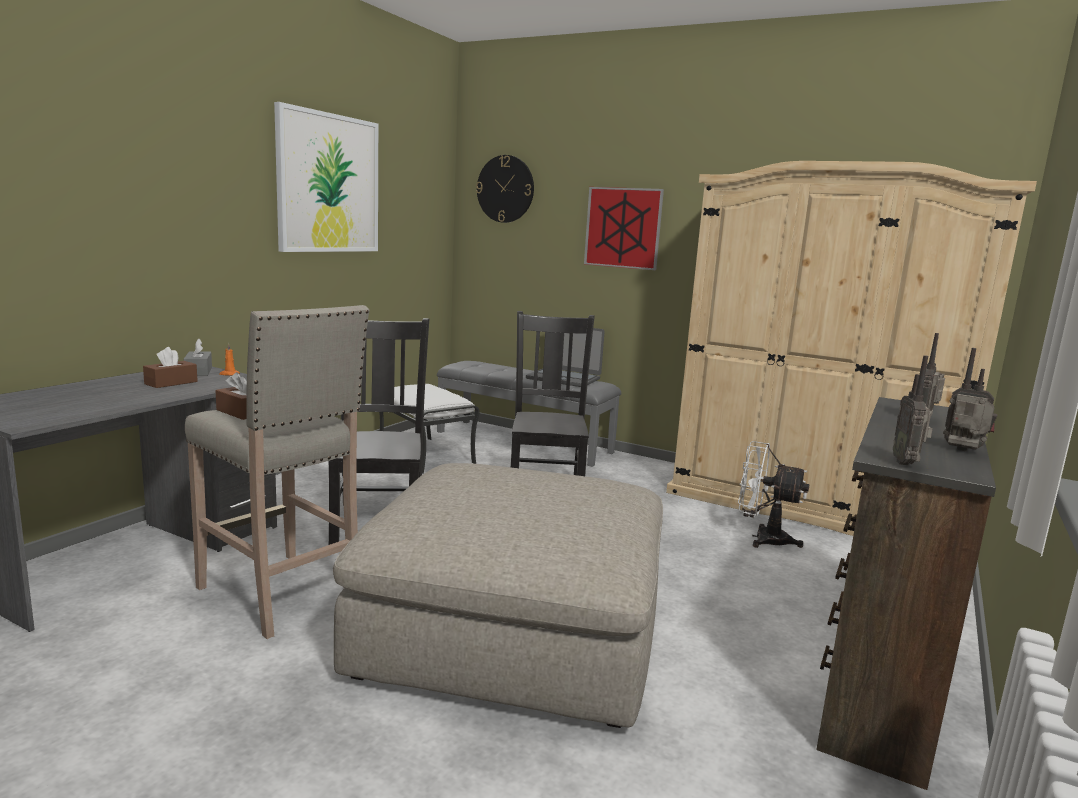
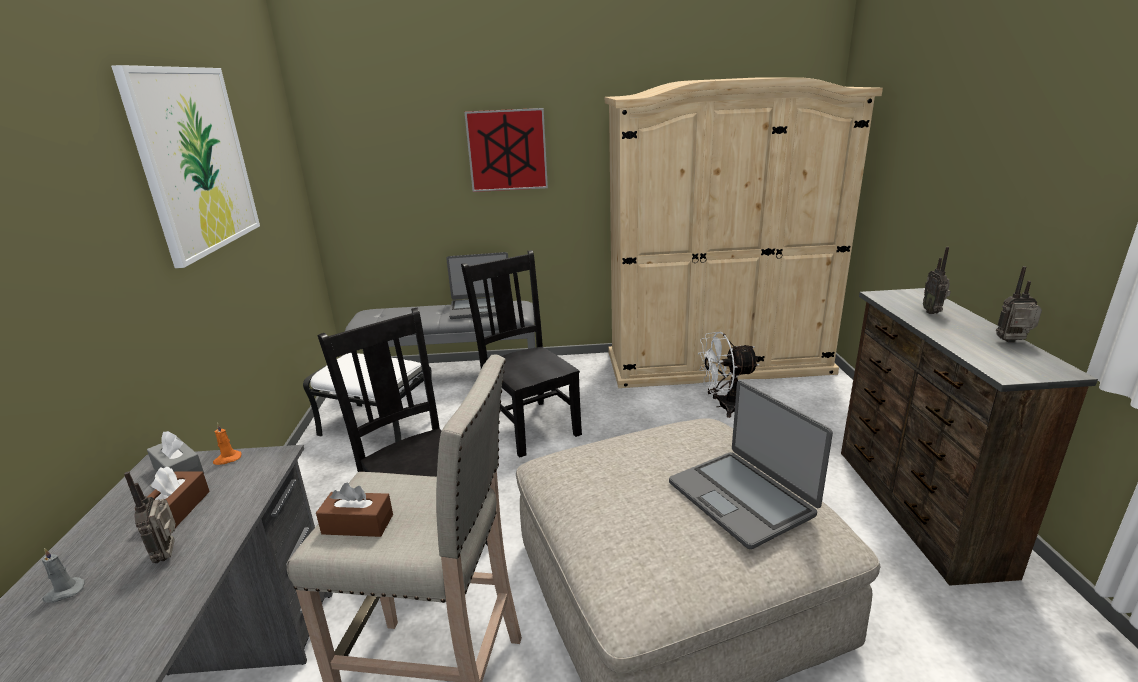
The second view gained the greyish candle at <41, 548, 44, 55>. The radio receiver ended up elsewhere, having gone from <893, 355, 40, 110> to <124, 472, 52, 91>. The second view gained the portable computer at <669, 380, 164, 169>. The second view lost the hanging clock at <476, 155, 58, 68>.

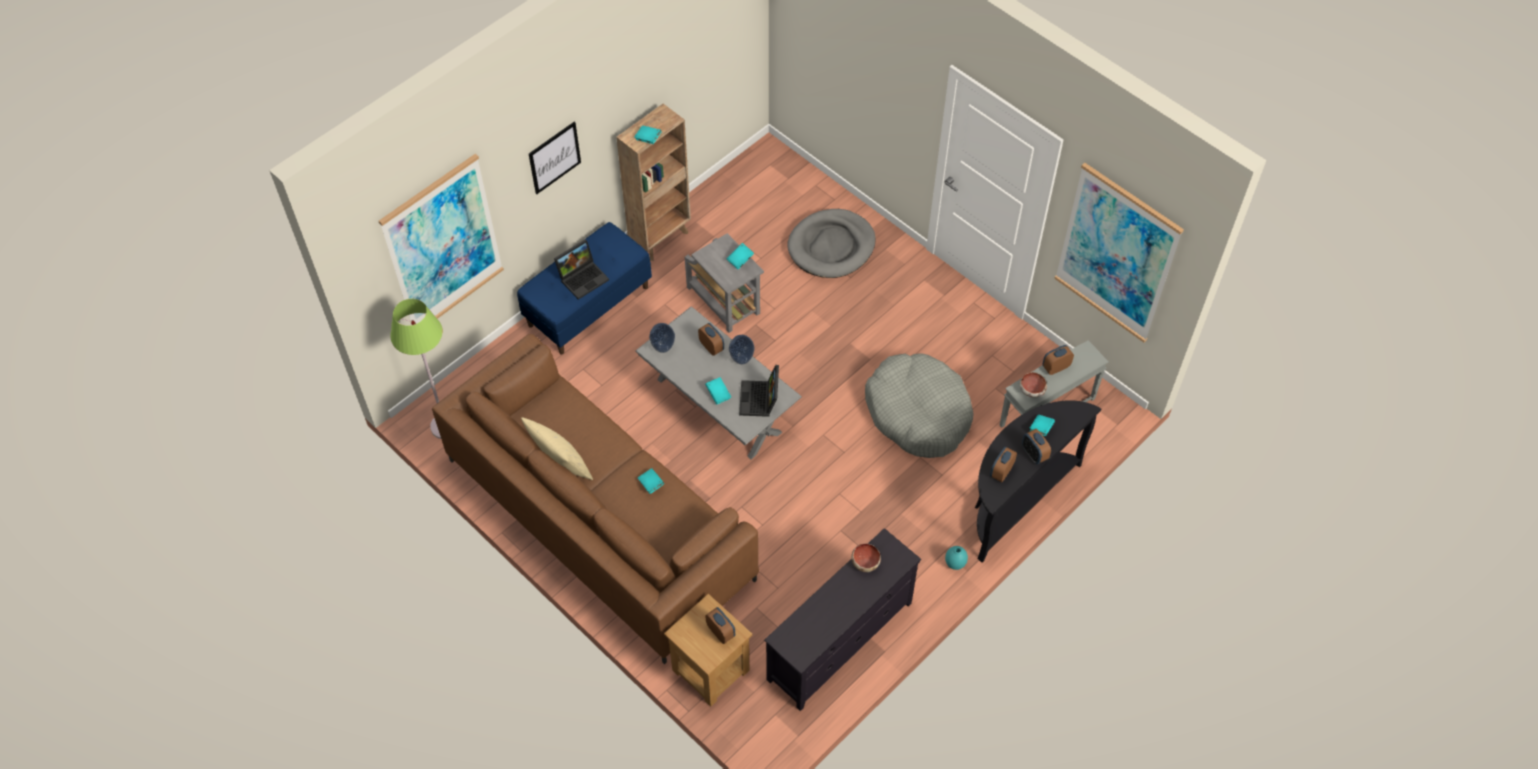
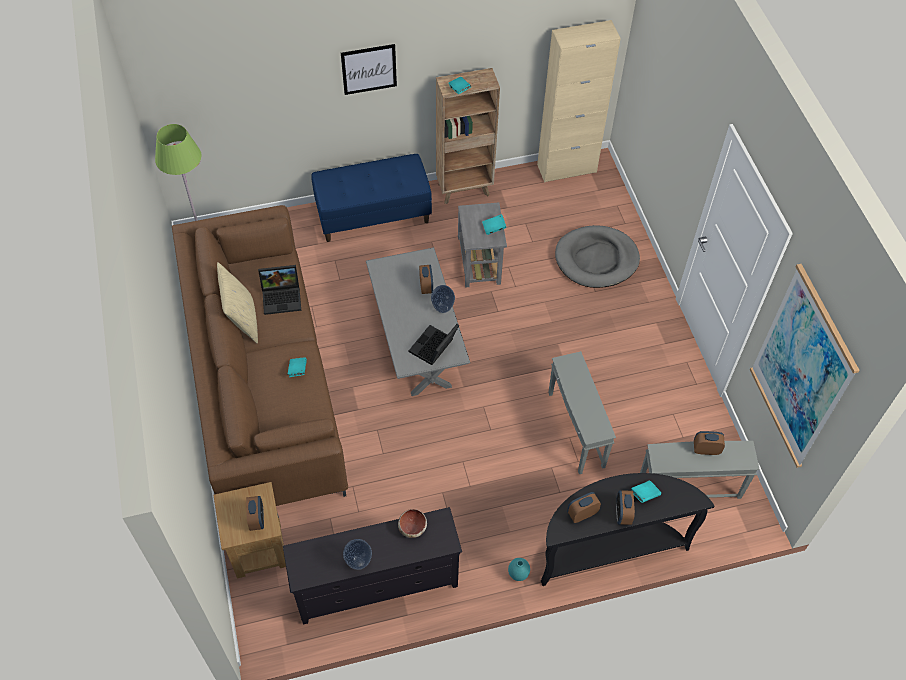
The portable computer ended up elsewhere, having gone from <554, 239, 55, 61> to <258, 265, 43, 50>. The flower vase ended up elsewhere, having gone from <649, 323, 26, 30> to <343, 539, 29, 31>. The second view gained the beige cupboard at <537, 20, 84, 163>. Where the greyish dog cushion stood at <865, 354, 109, 104>, the greyish end table came to stand at <548, 351, 68, 123>. The second view lost the wall picture at <379, 154, 125, 170>. The second view lost the turquoise volume at <705, 377, 26, 28>. The second view lost the bowl at <1020, 372, 27, 25>.

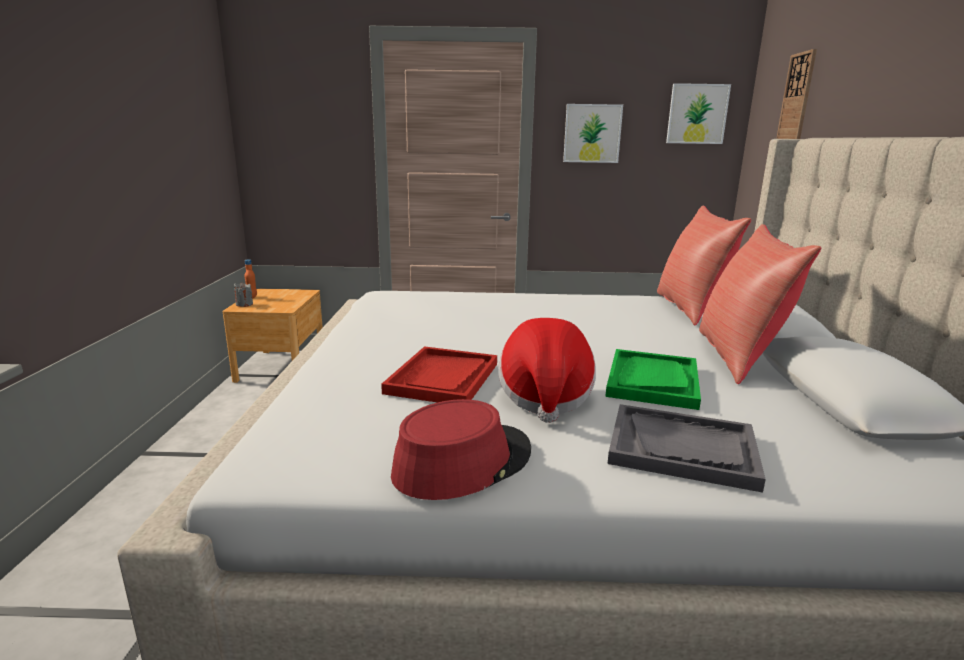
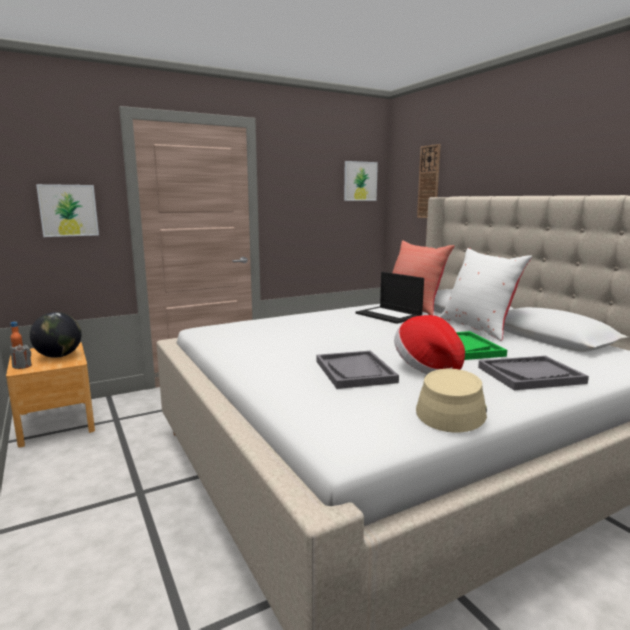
The second view gained the world globe at <30, 312, 51, 46>. The wall picture ended up elsewhere, having gone from <563, 104, 60, 59> to <36, 184, 63, 53>. What was the reddish serving tray at <381, 346, 116, 56> turned into the greyish serving tray at <316, 351, 83, 38>. The second view gained the portable computer at <356, 272, 68, 52>. What was the reddish hat at <391, 399, 140, 101> turned into the beige hat at <416, 369, 71, 63>. What was the reddish cushion at <699, 224, 122, 160> turned into the white cushion at <440, 248, 92, 93>.

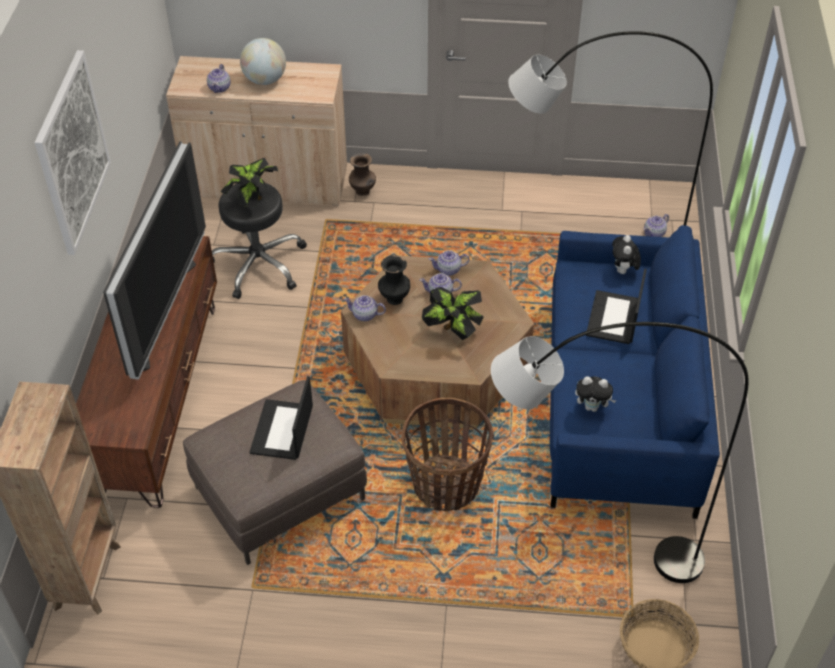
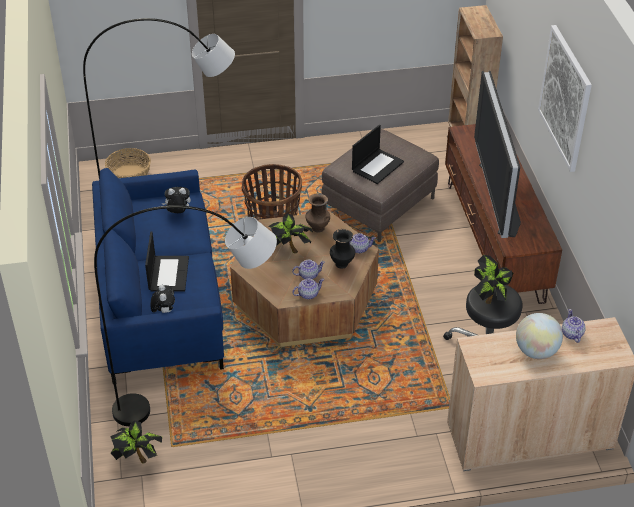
Where the pot for tea stood at <644, 214, 25, 23>, the houseplant came to stand at <110, 420, 52, 44>. The brownish flower vase ended up elsewhere, having gone from <349, 153, 27, 43> to <306, 193, 24, 40>. The portable computer at <250, 376, 63, 84> ended up facing another way, 45 degrees clockwise from before.

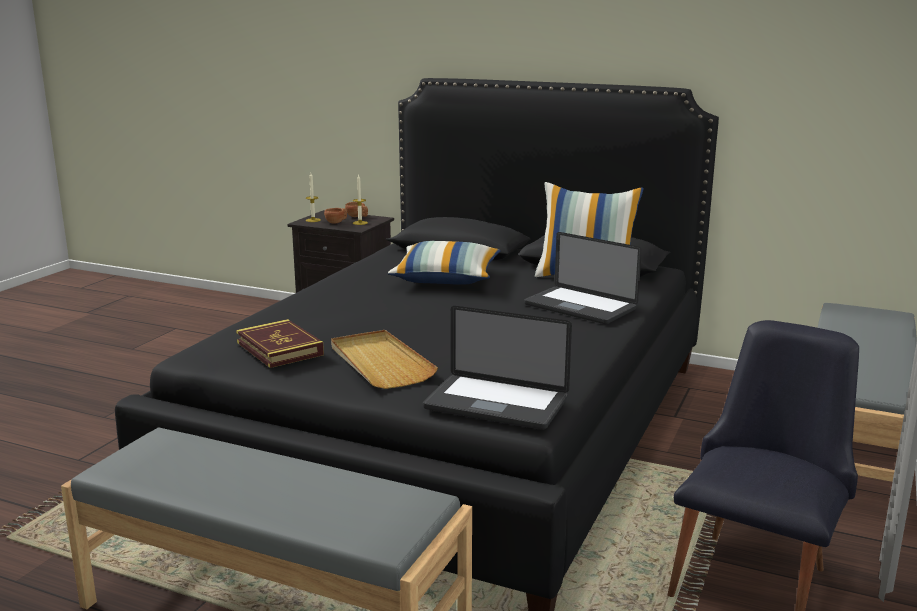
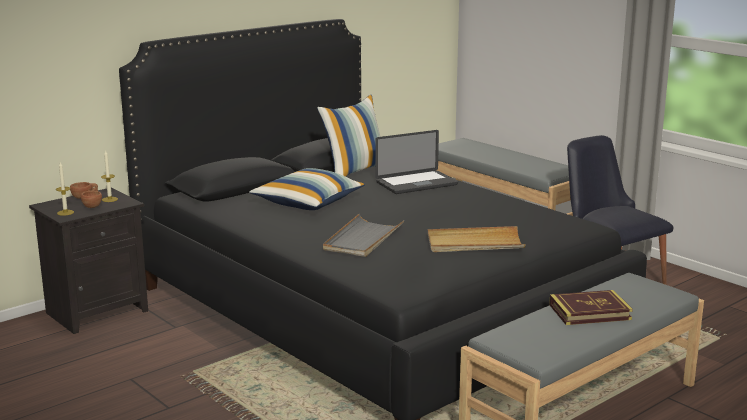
The second view gained the greyish serving tray at <323, 214, 82, 43>. The volume ended up elsewhere, having gone from <236, 319, 88, 49> to <549, 290, 84, 35>. The second view lost the portable computer at <423, 306, 149, 124>.

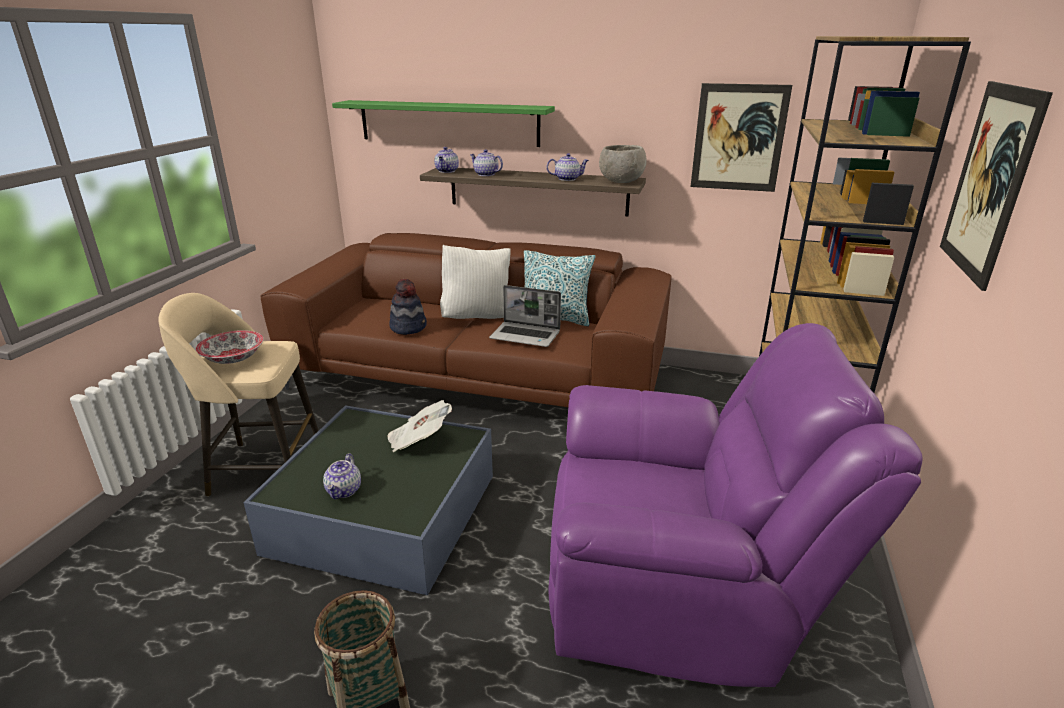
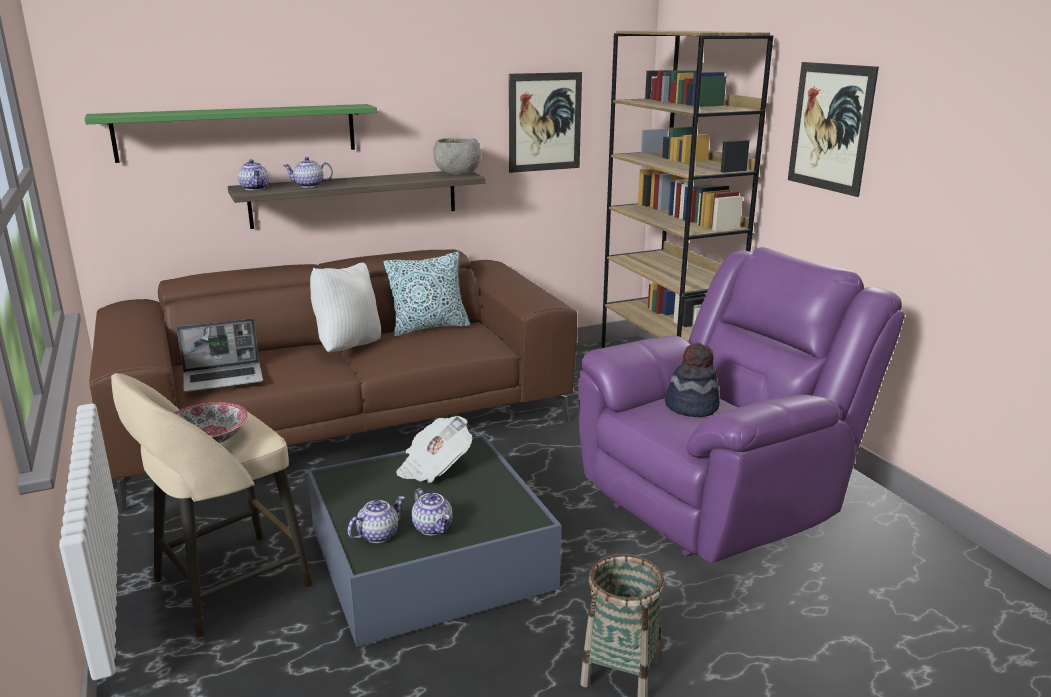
The portable computer ended up elsewhere, having gone from <489, 285, 72, 62> to <177, 318, 86, 74>. The pot for tea ended up elsewhere, having gone from <547, 153, 42, 28> to <348, 496, 57, 47>. The hat ended up elsewhere, having gone from <389, 279, 38, 56> to <665, 342, 55, 75>.

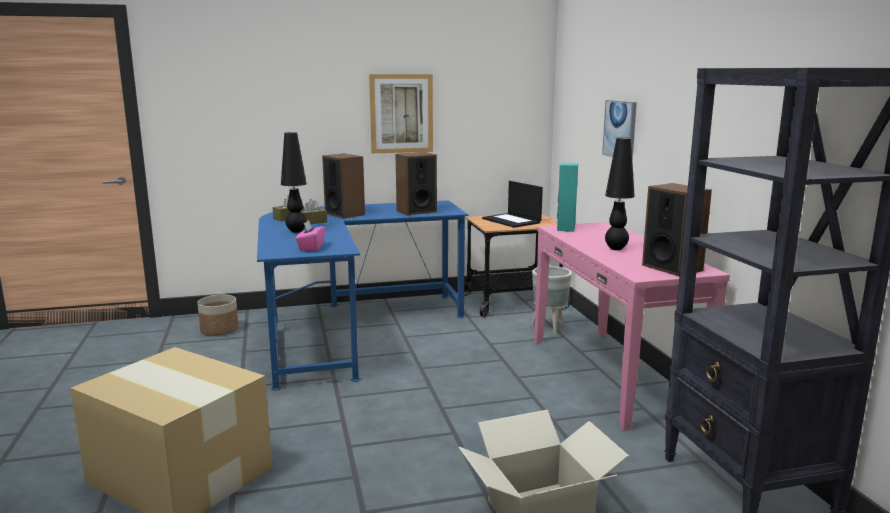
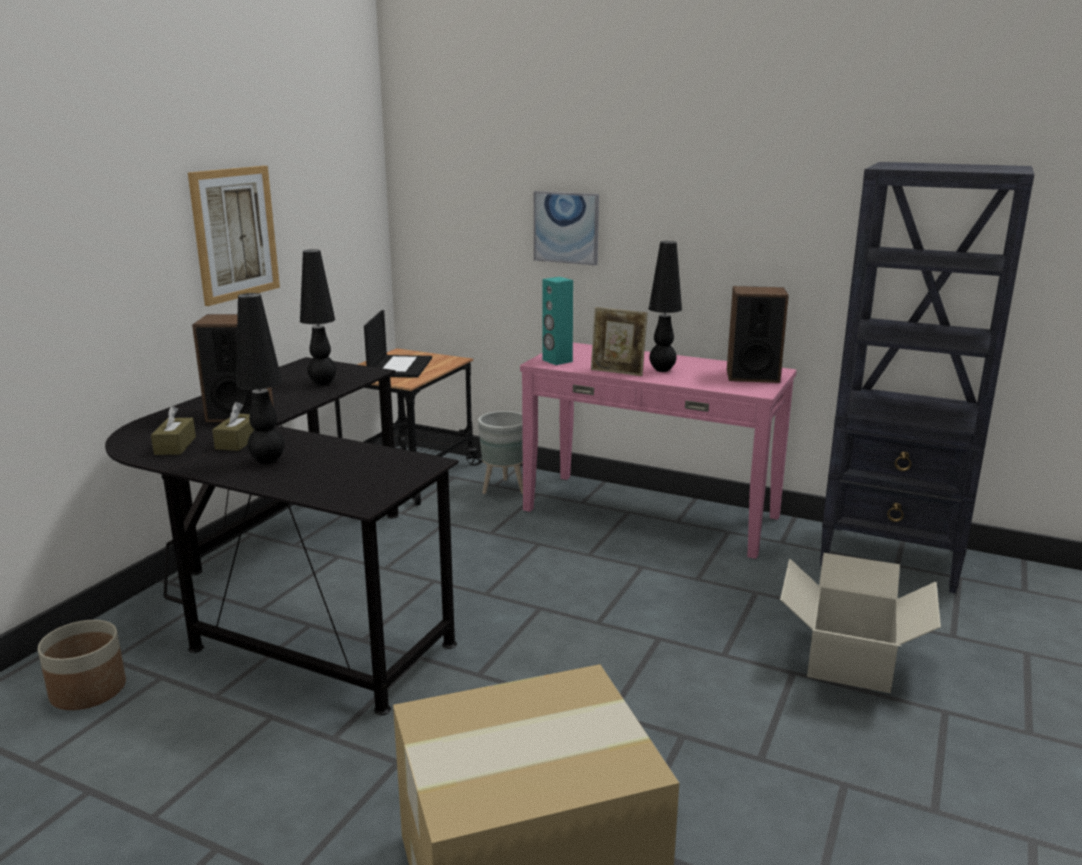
What was the bluish desk at <257, 200, 211, 190> turned into the black desk at <105, 357, 354, 358>. Where the speaker stood at <395, 152, 42, 63>, the black tabletop lamp came to stand at <300, 249, 36, 136>. The portable computer at <482, 181, 61, 47> ended up facing another way, 90 degrees counterclockwise from before. The second view gained the picture frame at <591, 307, 57, 69>. The second view lost the pink-coloured box of tissues at <296, 220, 29, 31>.

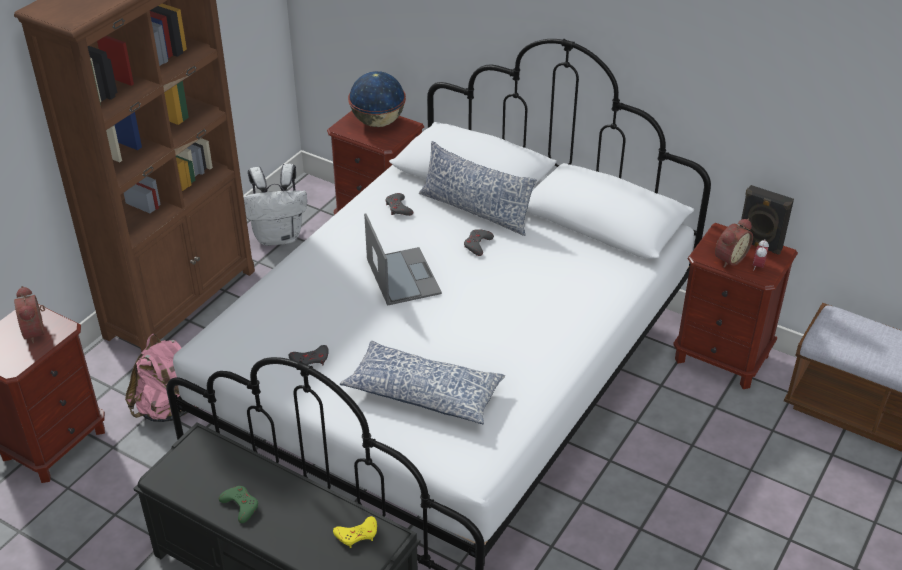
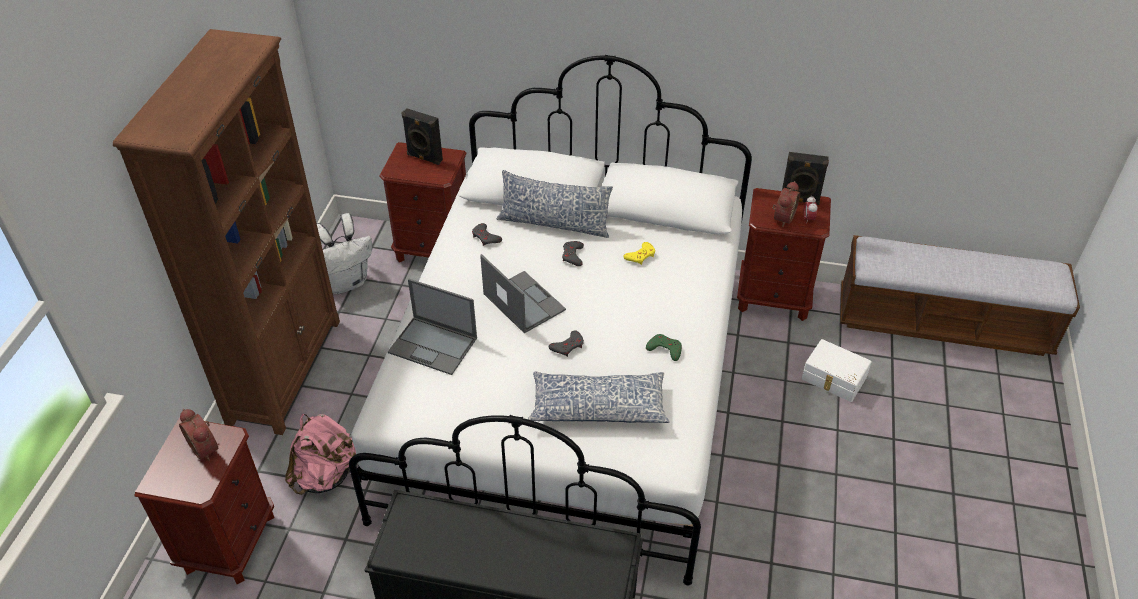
The second view gained the portable computer at <388, 279, 89, 96>. Where the world globe stood at <348, 71, 58, 56>, the black speaker came to stand at <401, 109, 42, 56>. The greyish joypad ended up elsewhere, having gone from <289, 345, 40, 20> to <549, 330, 35, 27>. The yellowish joypad ended up elsewhere, having gone from <333, 516, 44, 32> to <623, 242, 32, 23>. The green-coloured joypad ended up elsewhere, having gone from <219, 486, 39, 37> to <646, 334, 36, 27>. The second view gained the white storage container at <802, 339, 70, 63>.

